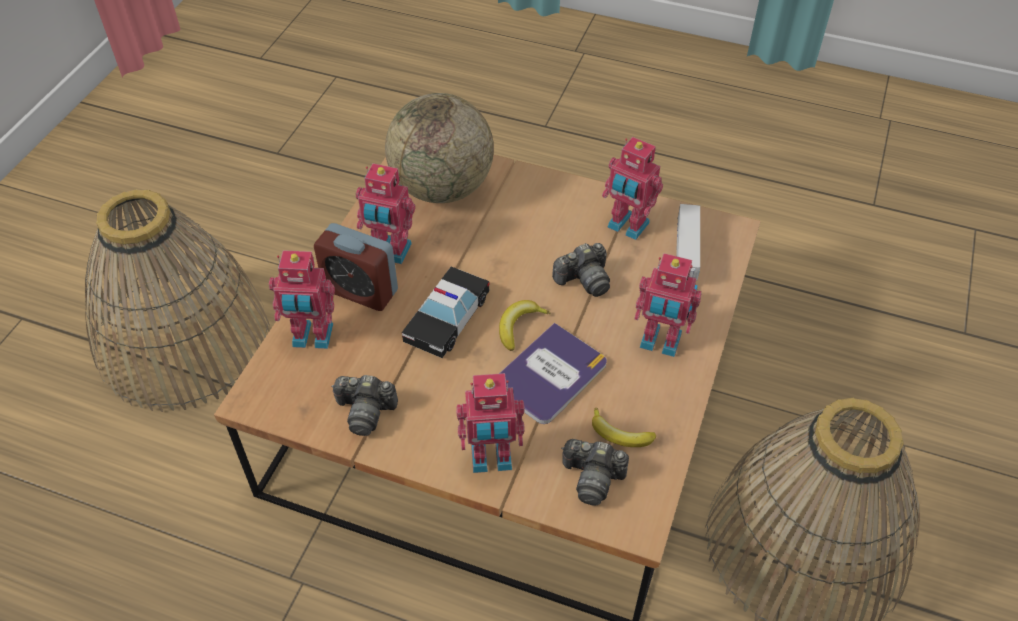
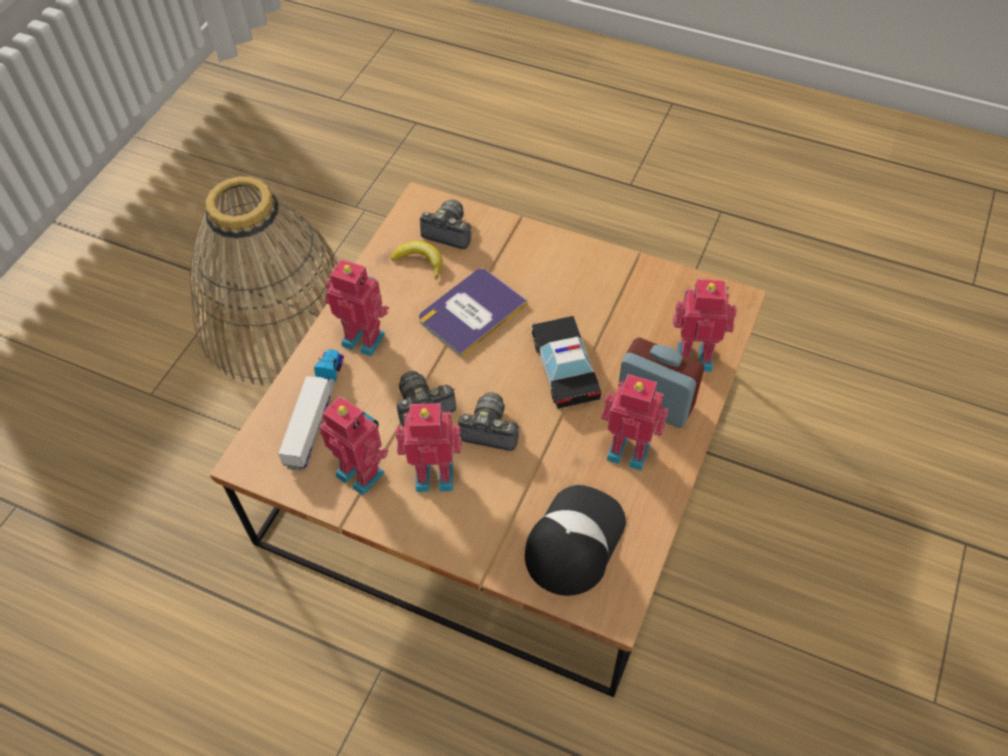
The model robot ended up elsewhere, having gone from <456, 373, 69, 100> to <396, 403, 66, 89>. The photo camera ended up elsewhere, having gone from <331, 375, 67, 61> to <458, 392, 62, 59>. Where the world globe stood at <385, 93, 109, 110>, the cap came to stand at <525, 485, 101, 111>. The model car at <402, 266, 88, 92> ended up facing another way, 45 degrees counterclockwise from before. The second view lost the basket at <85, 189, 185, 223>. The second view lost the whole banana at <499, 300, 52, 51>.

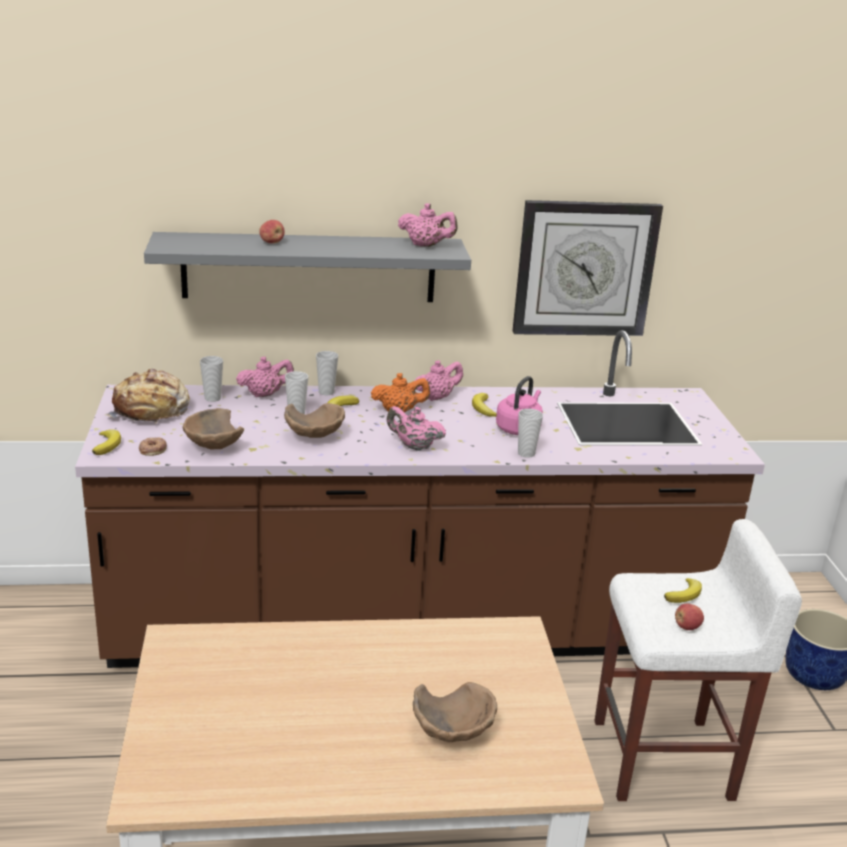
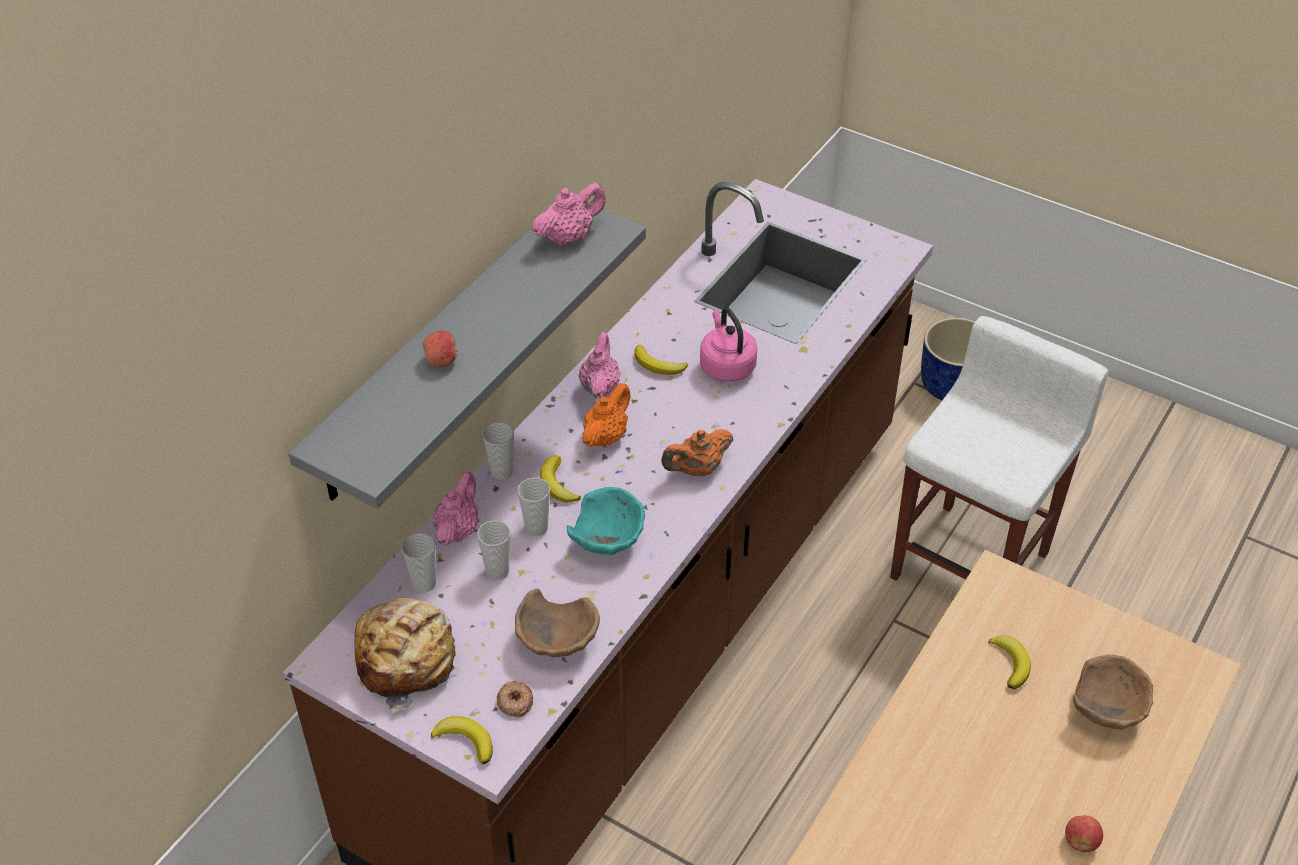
The small cup ended up elsewhere, having gone from <518, 409, 25, 49> to <477, 520, 34, 60>. What was the brownish bowl at <284, 403, 61, 35> turned into the turquoise bowl at <567, 487, 78, 68>. What was the pink-coloured pot for tea at <387, 406, 59, 45> turned into the orange-coloured pot for tea at <661, 429, 72, 47>. The whole banana ended up elsewhere, having gone from <664, 578, 38, 25> to <988, 635, 43, 54>. The apple ended up elsewhere, having gone from <675, 604, 29, 26> to <1065, 815, 38, 37>. The second view lost the hanging clock at <513, 200, 150, 136>.

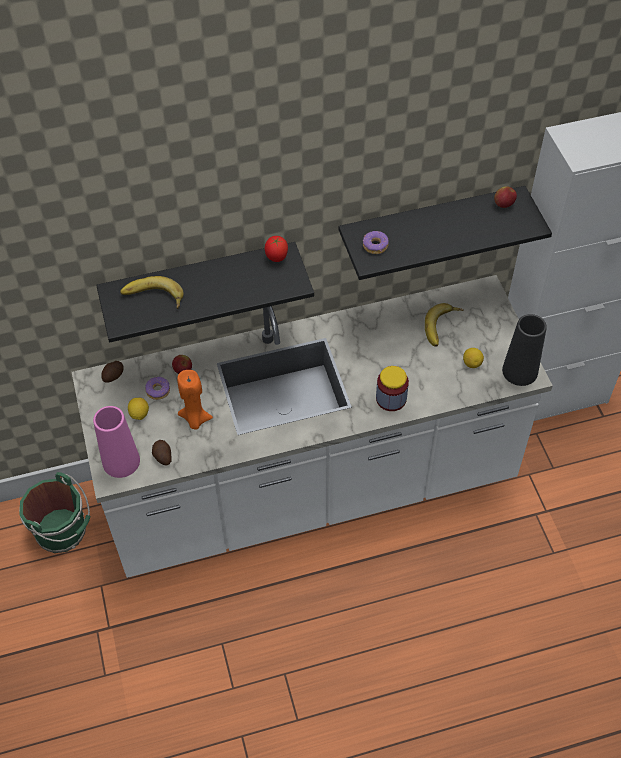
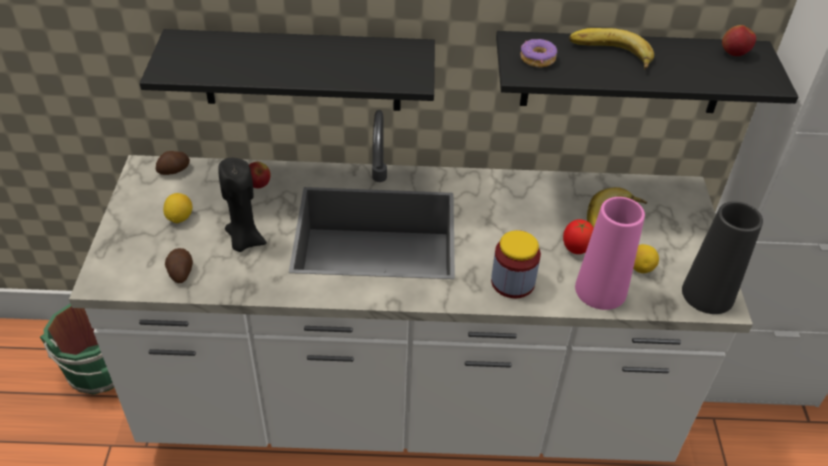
What was the orange-coloured candle at <177, 370, 36, 60> turned into the black candle at <218, 158, 49, 94>. The tomato ended up elsewhere, having gone from <265, 236, 23, 26> to <563, 219, 31, 35>. The whole banana ended up elsewhere, having gone from <120, 276, 64, 33> to <569, 28, 85, 42>. The pink-coloured flower vase ended up elsewhere, having gone from <93, 406, 47, 72> to <575, 197, 70, 113>. The second view lost the donut at <145, 377, 25, 23>.

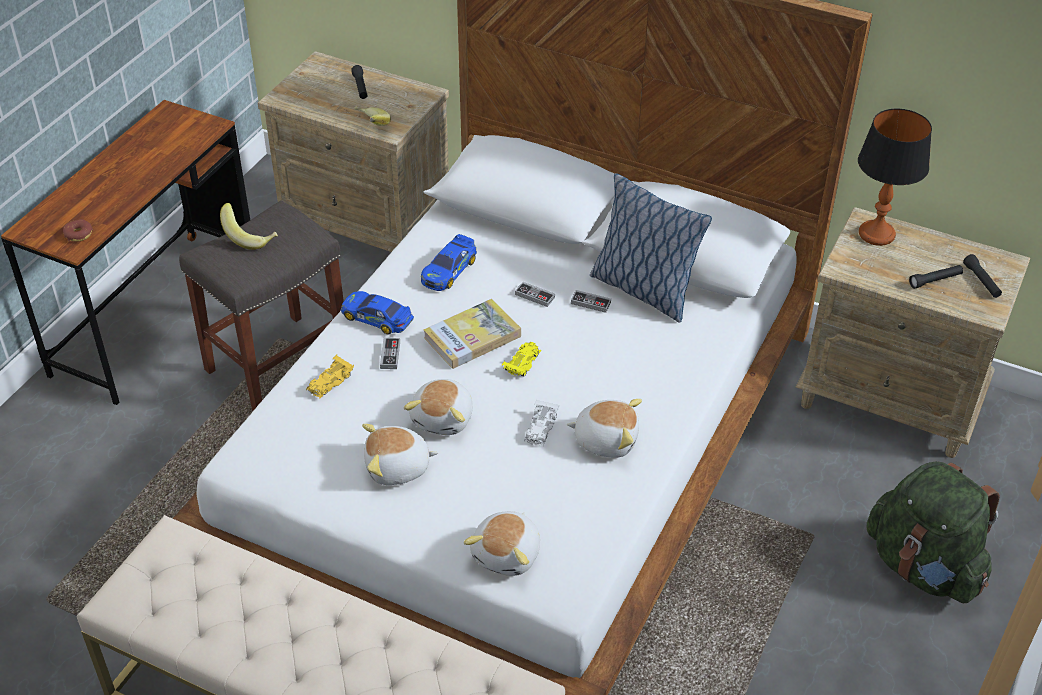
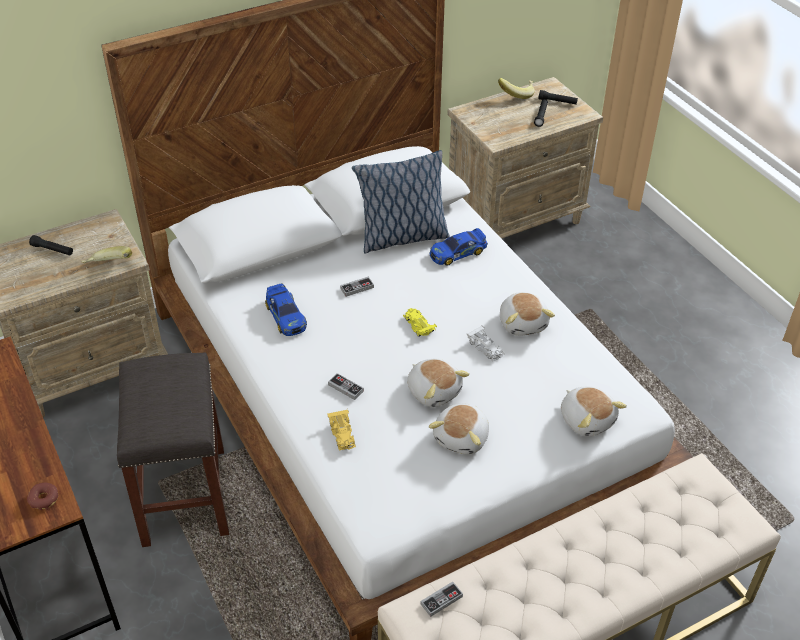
The joypad ended up elsewhere, having gone from <571, 290, 40, 23> to <421, 582, 42, 35>. The model car ended up elsewhere, having gone from <341, 291, 73, 44> to <429, 228, 59, 38>. The whole banana ended up elsewhere, having gone from <220, 203, 58, 47> to <498, 78, 37, 21>. The cuddly toy at <566, 399, 76, 59> ended up facing another way, 120 degrees clockwise from before. The second view lost the volume at <424, 299, 97, 70>. The second view lost the tabletop lamp at <858, 109, 74, 137>. The second view lost the green-coloured knapsack at <866, 461, 134, 142>.

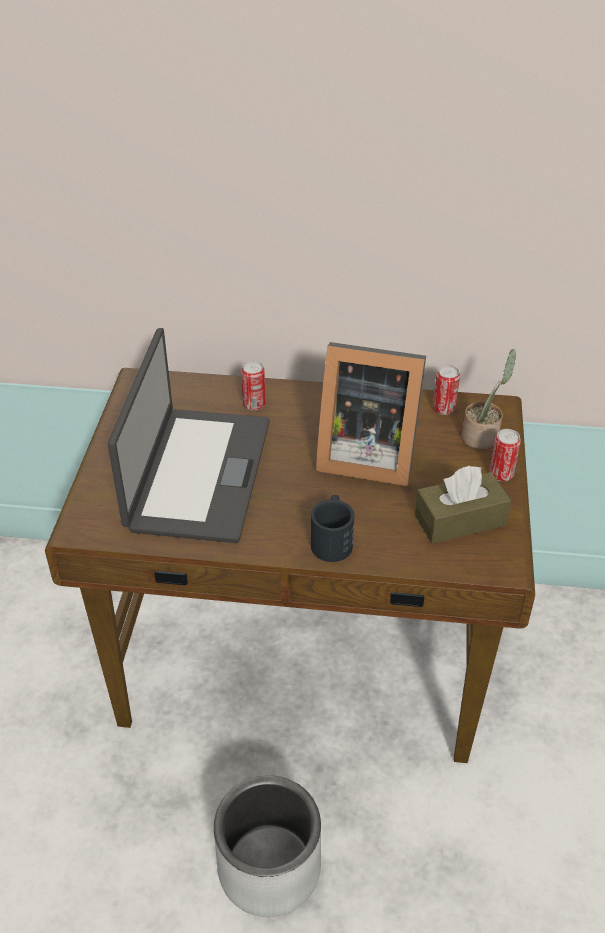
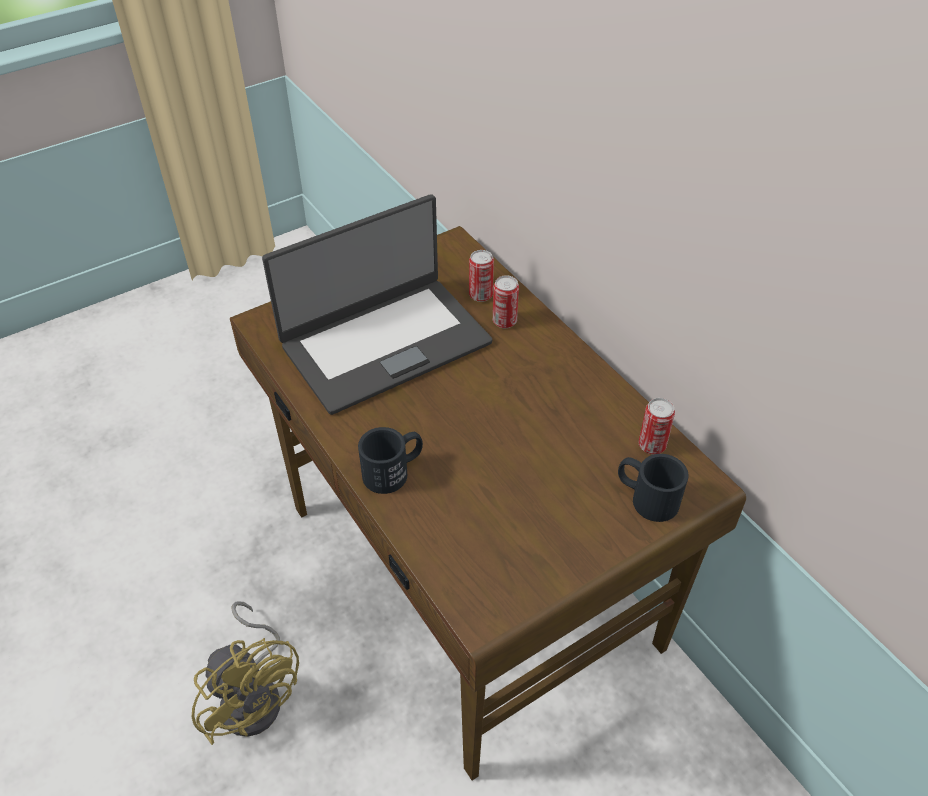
Where the greyish planter stood at <214, 775, 107, 142>, the yellowish cooling fan came to stand at <192, 602, 107, 143>. The metal can ended up elsewhere, having gone from <489, 429, 32, 53> to <469, 250, 25, 52>. Where the houseplant stood at <462, 349, 54, 100>, the black mug came to stand at <618, 454, 71, 68>. The second view lost the picture frame at <316, 342, 110, 144>. The second view lost the brownish box of tissues at <415, 466, 96, 78>.

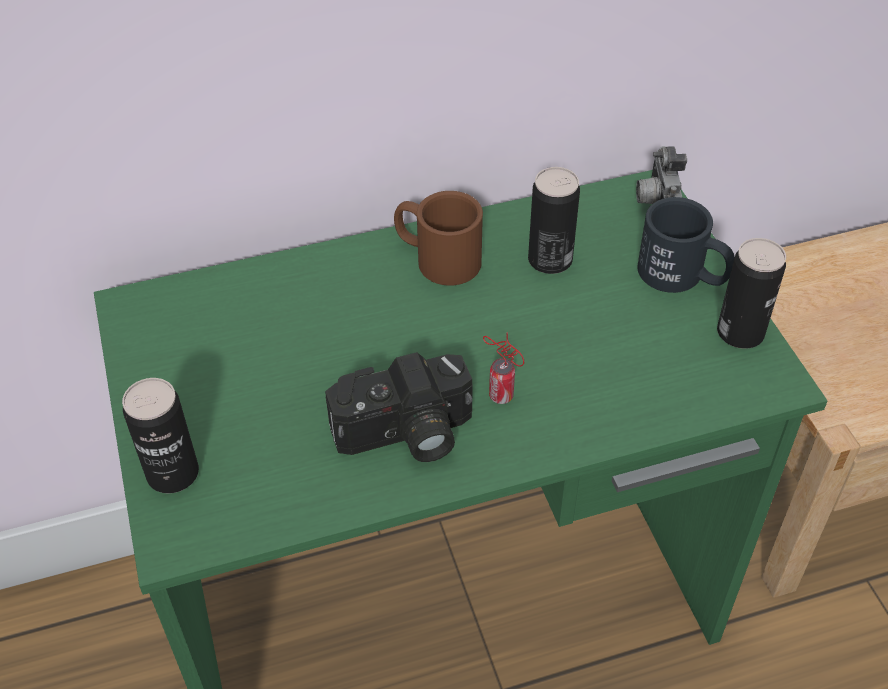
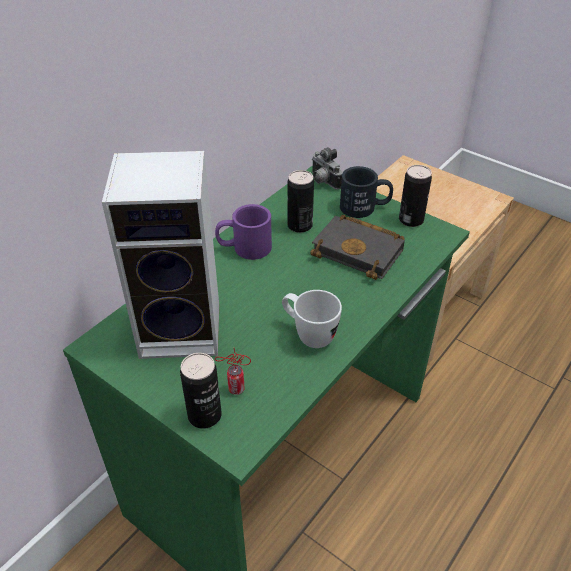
The second view gained the speaker at <102, 151, 117, 208>. What was the brownish mug at <394, 191, 89, 95> turned into the purple-coloured mug at <215, 204, 57, 56>. The metal can ended up elsewhere, having gone from <483, 332, 41, 72> to <215, 349, 36, 46>. Where the photo camera stood at <325, 352, 148, 110>, the white mug came to stand at <282, 290, 60, 58>. The second view gained the black volume at <310, 215, 95, 65>.

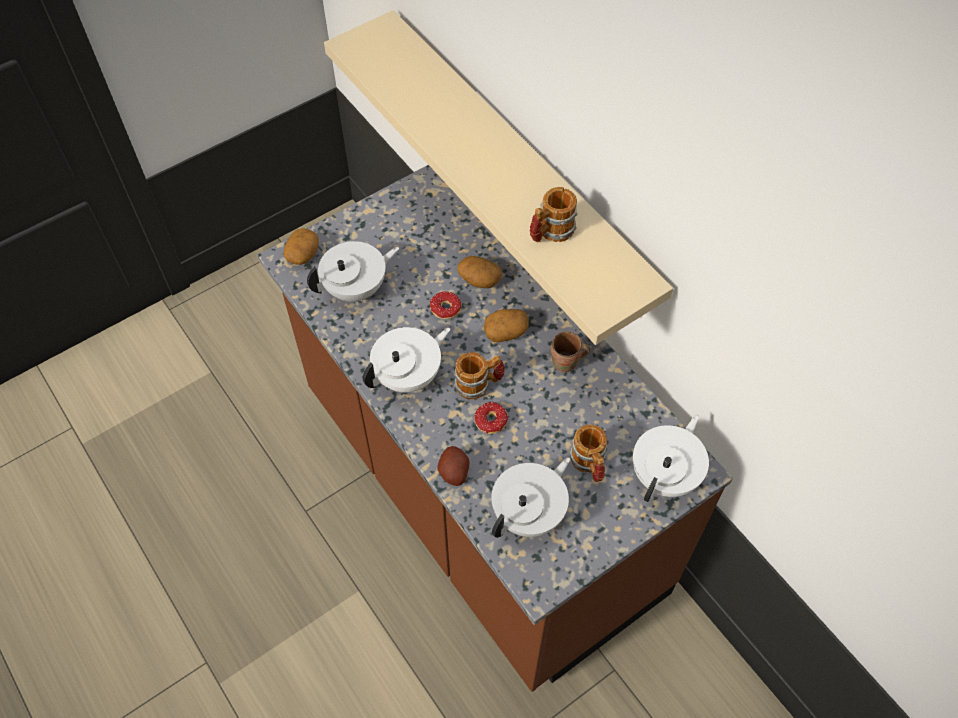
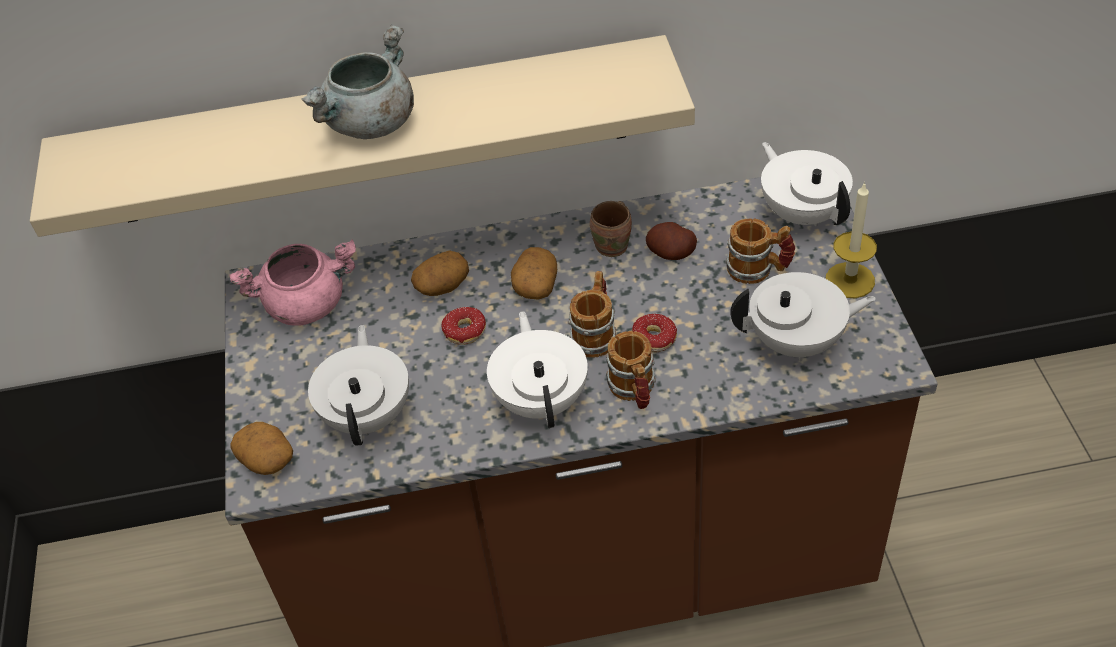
The second view gained the pink-coloured stockpot at <230, 240, 126, 86>. The second view gained the greyish stockpot at <302, 24, 112, 115>. The mug ended up elsewhere, having gone from <530, 187, 47, 55> to <606, 331, 50, 78>. The spud ended up elsewhere, having gone from <437, 446, 32, 40> to <646, 222, 51, 38>. The white pot for tea at <491, 457, 79, 81> ended up facing another way, 105 degrees clockwise from before. The second view gained the candle at <826, 182, 51, 116>.

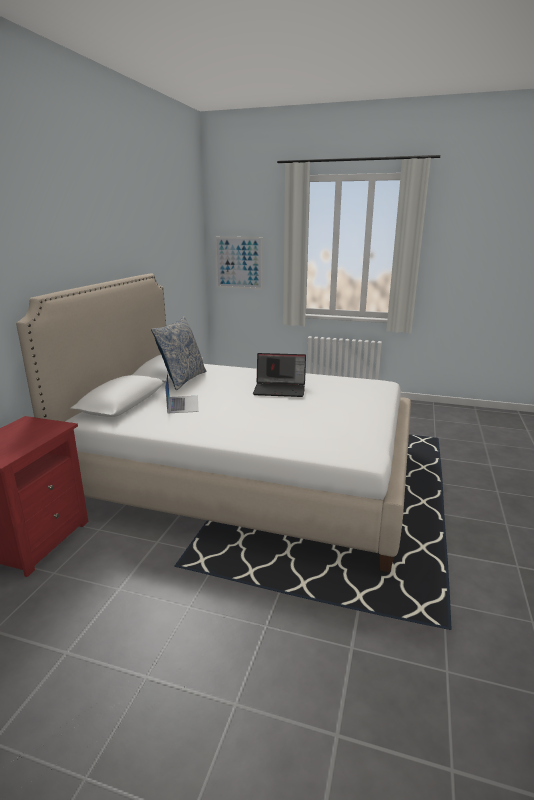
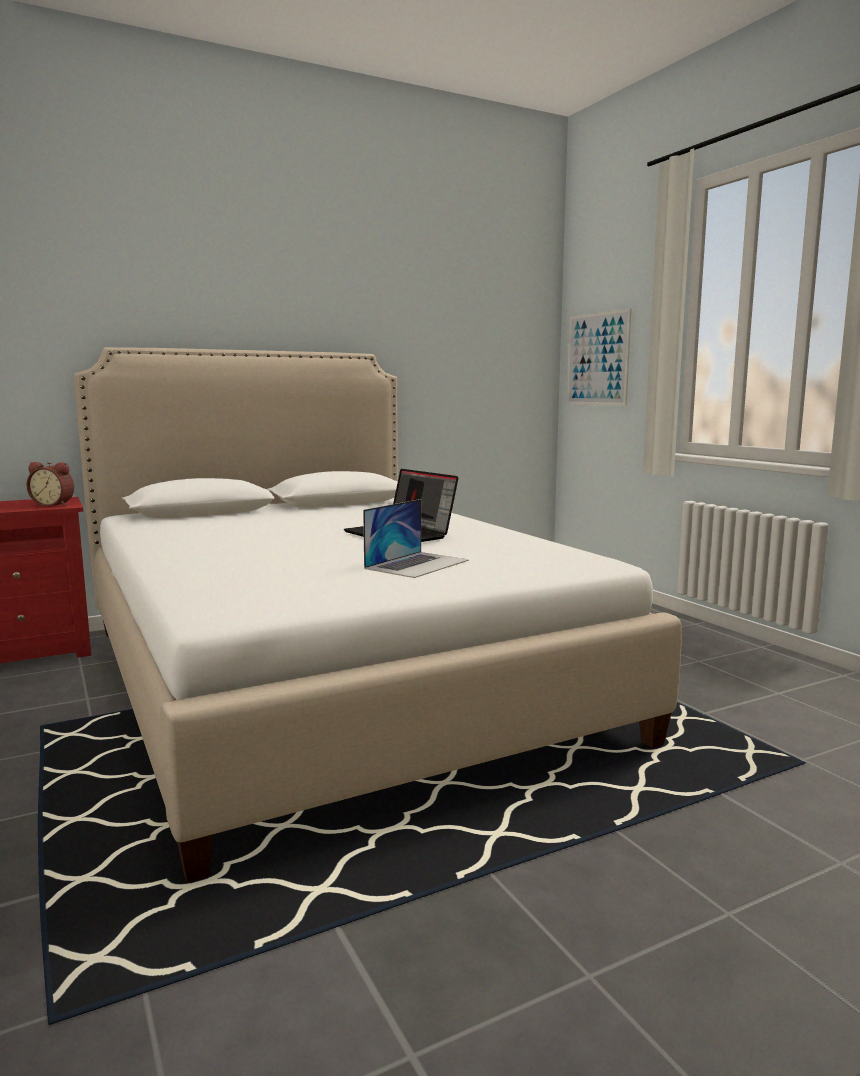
The second view gained the alarm clock at <27, 462, 47, 45>. The portable computer ended up elsewhere, having gone from <165, 372, 34, 42> to <363, 499, 106, 79>. The second view lost the cushion at <151, 316, 56, 74>.

